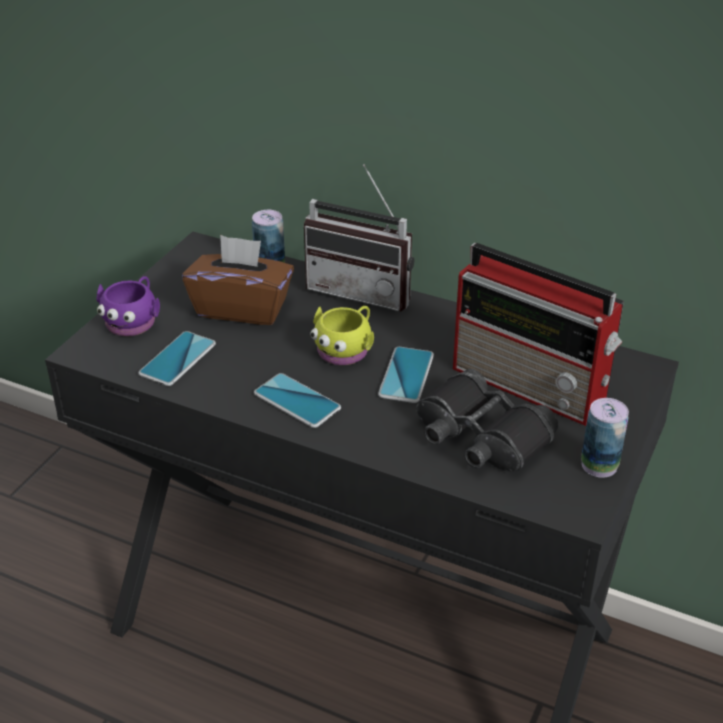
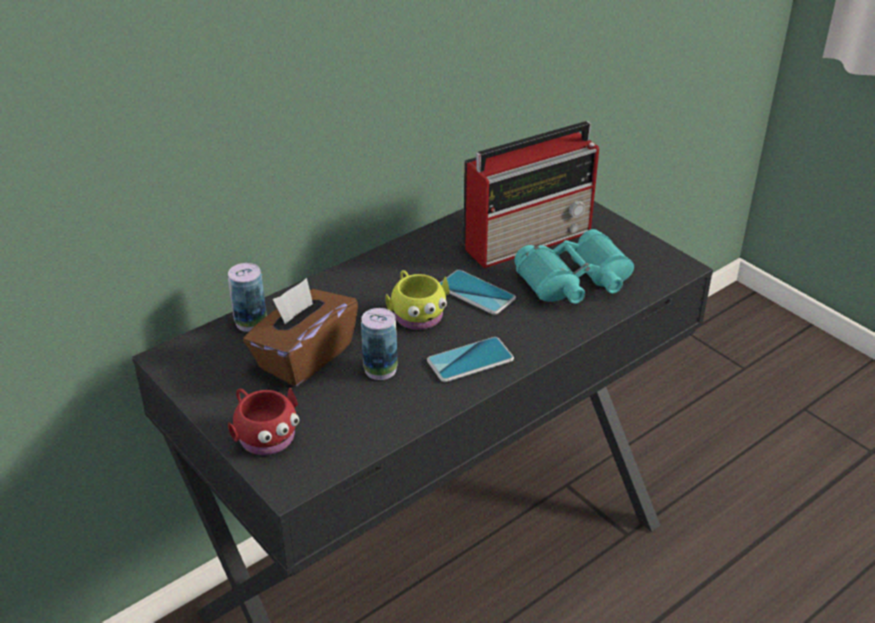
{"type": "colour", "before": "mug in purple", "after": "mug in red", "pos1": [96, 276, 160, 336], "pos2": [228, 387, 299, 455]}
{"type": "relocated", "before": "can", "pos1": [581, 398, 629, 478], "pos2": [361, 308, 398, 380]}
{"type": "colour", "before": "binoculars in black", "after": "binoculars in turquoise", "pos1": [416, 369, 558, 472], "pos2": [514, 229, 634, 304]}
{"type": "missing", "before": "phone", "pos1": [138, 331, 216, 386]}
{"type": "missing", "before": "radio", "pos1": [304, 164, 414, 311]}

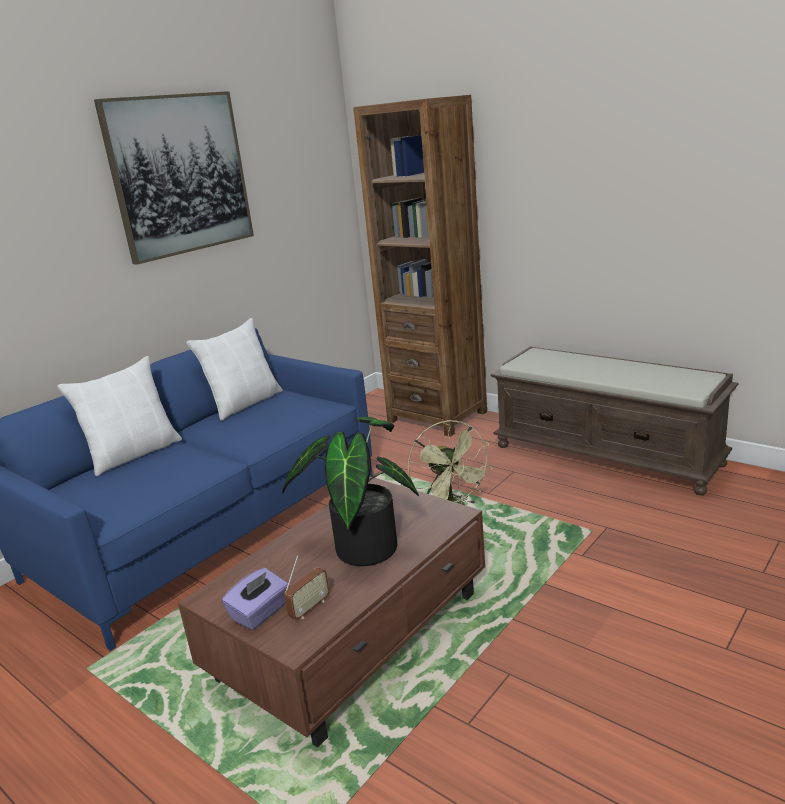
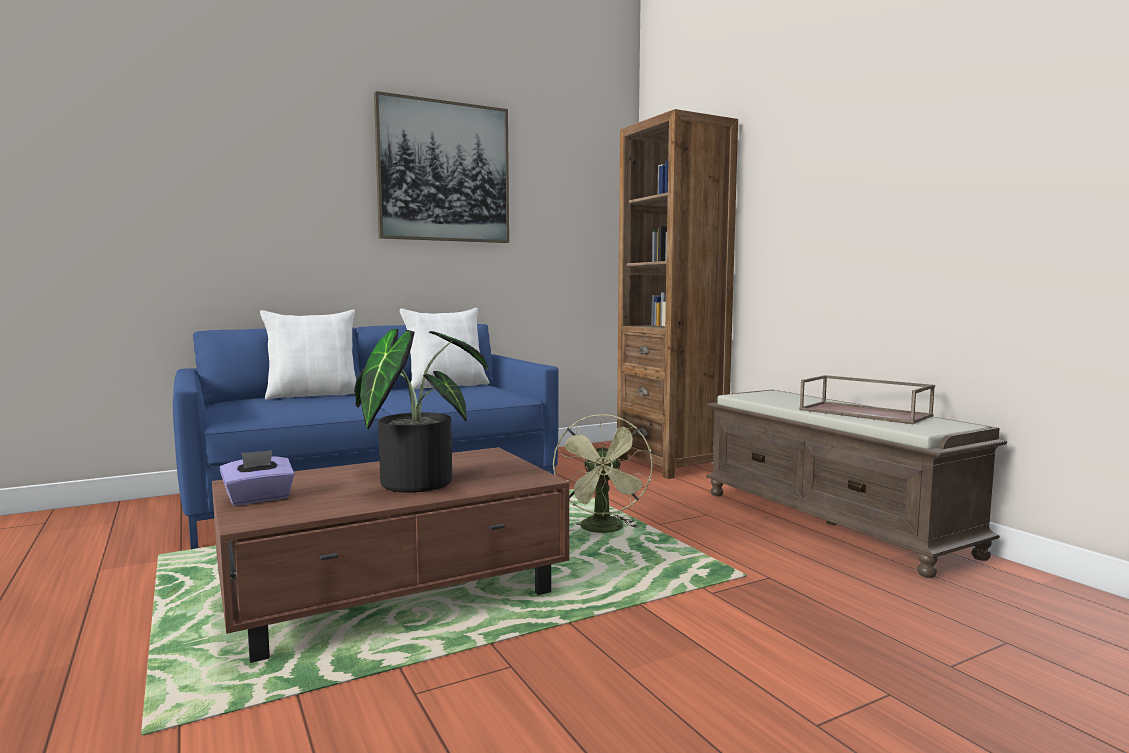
{"type": "appeared", "after": "tray in brown", "pos2": [799, 375, 935, 424]}
{"type": "missing", "before": "radio", "pos1": [284, 555, 329, 619]}

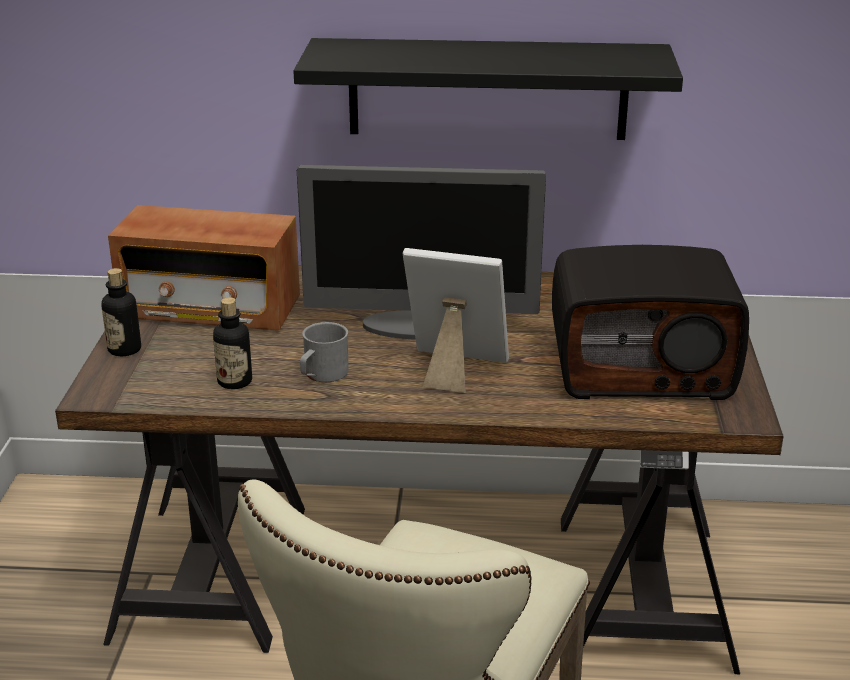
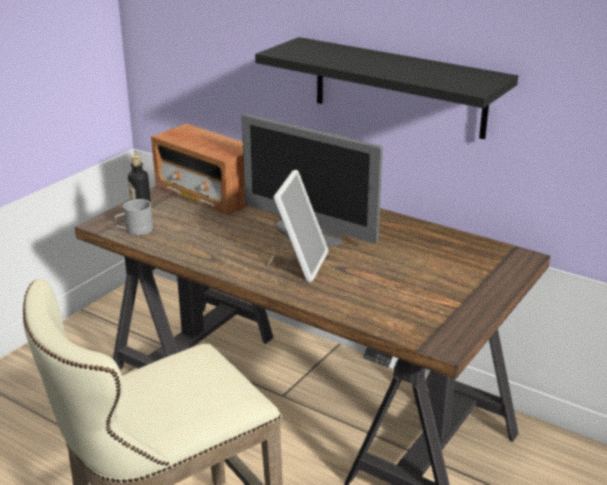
{"type": "relocated", "before": "mug in grey", "pos1": [300, 322, 349, 382], "pos2": [114, 199, 153, 236]}
{"type": "spun", "before": "picture frame", "pos1": [403, 248, 509, 393], "pos2": [266, 170, 328, 282], "turn": 60}
{"type": "missing", "before": "bottle", "pos1": [213, 297, 252, 389]}
{"type": "missing", "before": "radio", "pos1": [552, 245, 749, 400]}

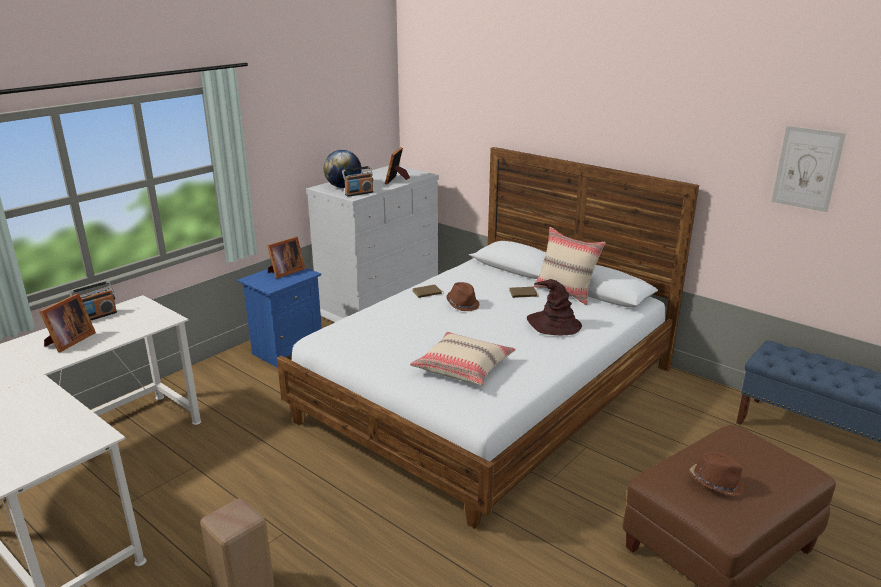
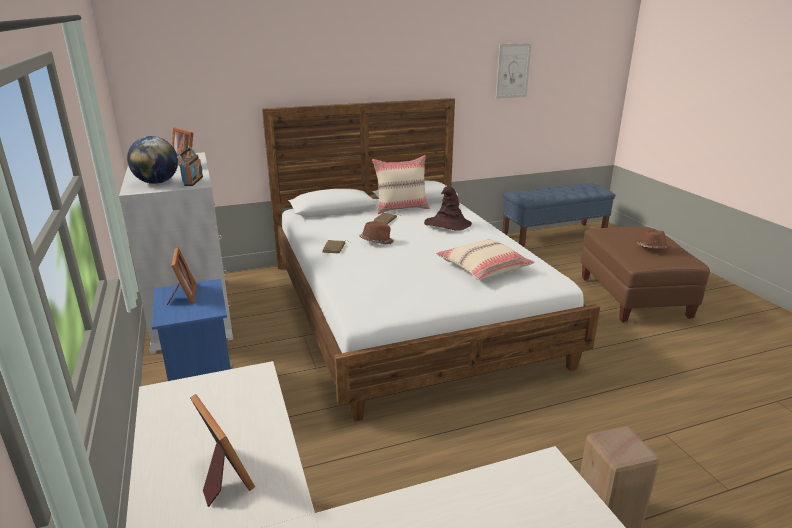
{"type": "missing", "before": "radio", "pos1": [69, 281, 117, 320]}

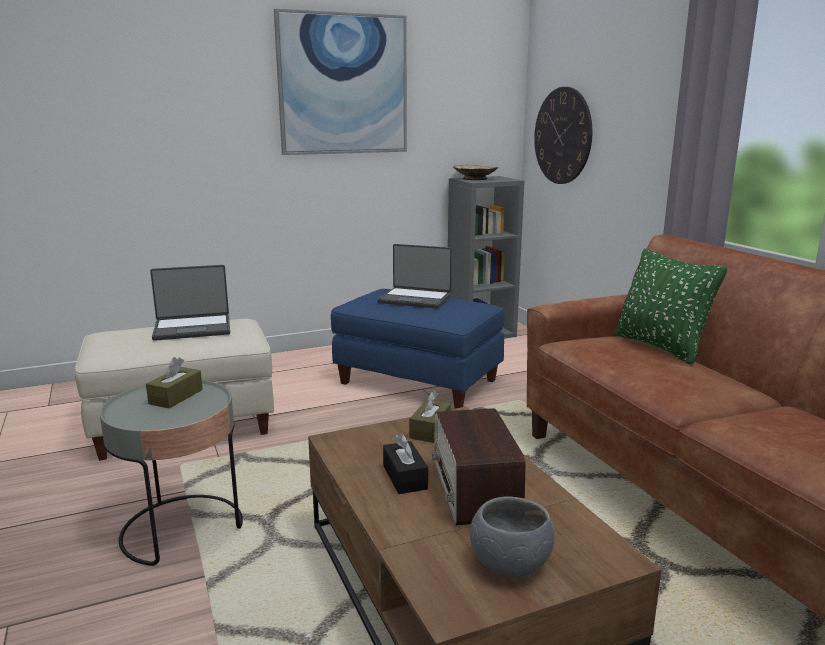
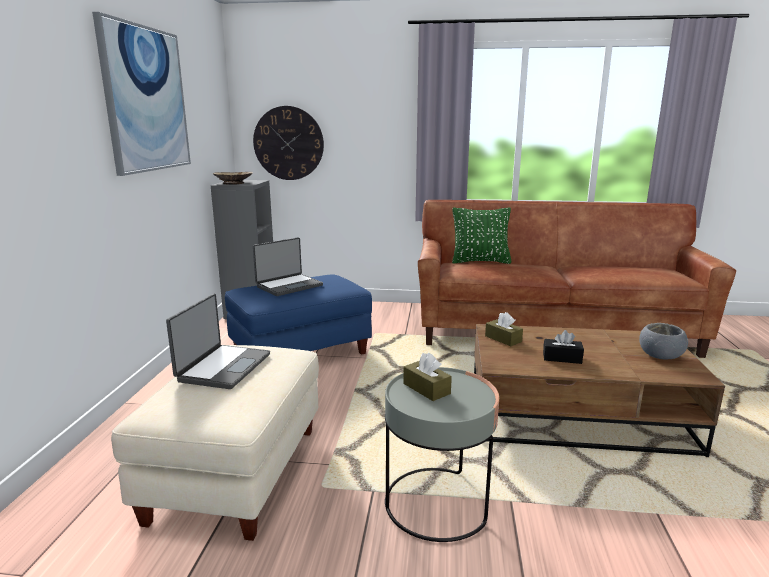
{"type": "missing", "before": "radio", "pos1": [431, 408, 525, 525]}

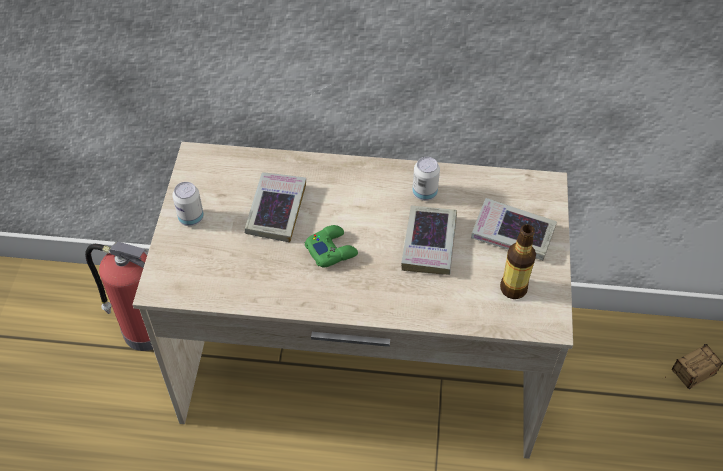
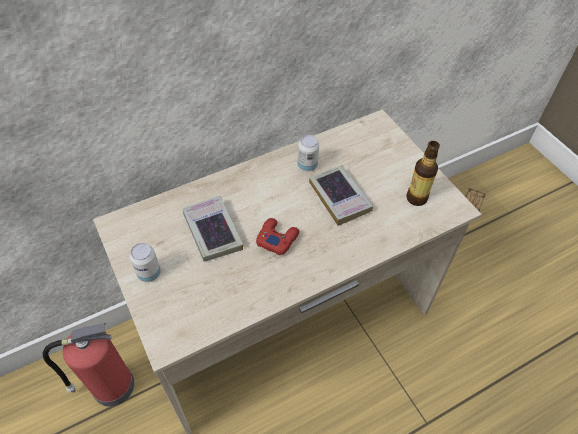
{"type": "colour", "before": "game controller in green", "after": "game controller in red", "pos1": [305, 225, 358, 267], "pos2": [256, 218, 299, 255]}
{"type": "missing", "before": "book", "pos1": [471, 198, 557, 260]}

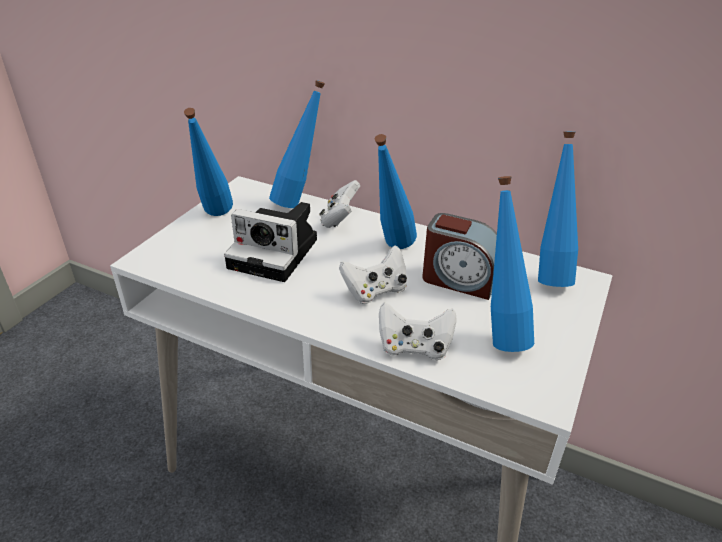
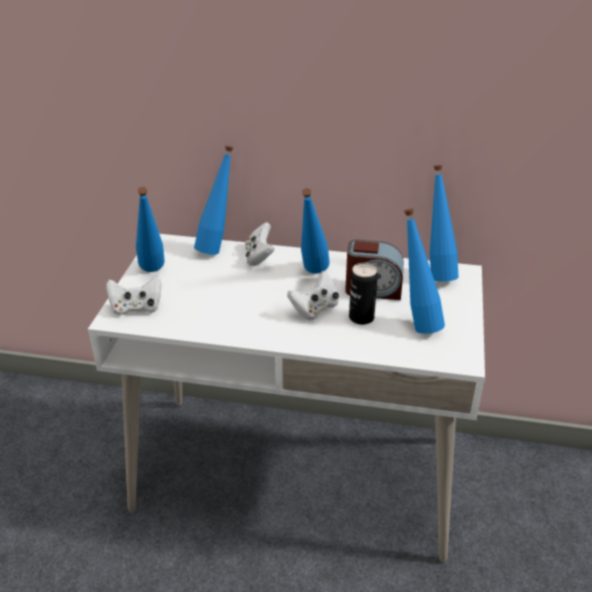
{"type": "relocated", "before": "game controller in white", "pos1": [379, 302, 457, 360], "pos2": [106, 275, 162, 315]}
{"type": "appeared", "after": "can", "pos2": [349, 263, 378, 325]}
{"type": "missing", "before": "photo camera", "pos1": [224, 202, 317, 282]}

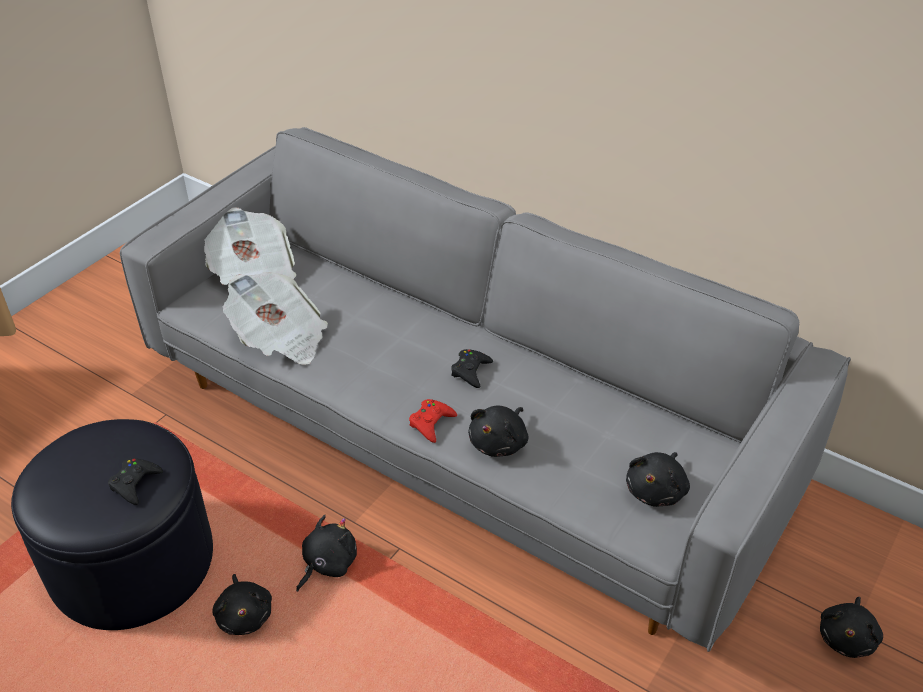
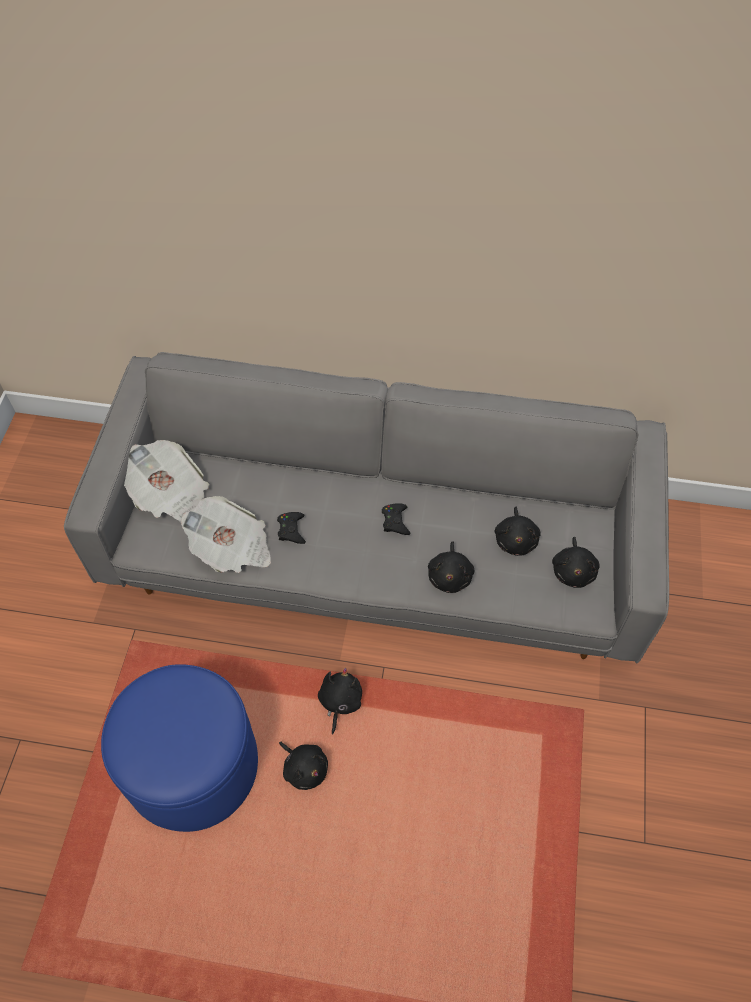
{"type": "colour", "before": "ottoman in black", "after": "ottoman in blue", "pos1": [11, 419, 213, 630], "pos2": [101, 664, 258, 832]}
{"type": "relocated", "before": "game controller in black", "pos1": [108, 458, 163, 505], "pos2": [277, 512, 306, 544]}
{"type": "relocated", "before": "plush toy in black", "pos1": [820, 597, 883, 658], "pos2": [495, 507, 541, 556]}
{"type": "missing", "before": "game controller in red", "pos1": [409, 399, 457, 443]}

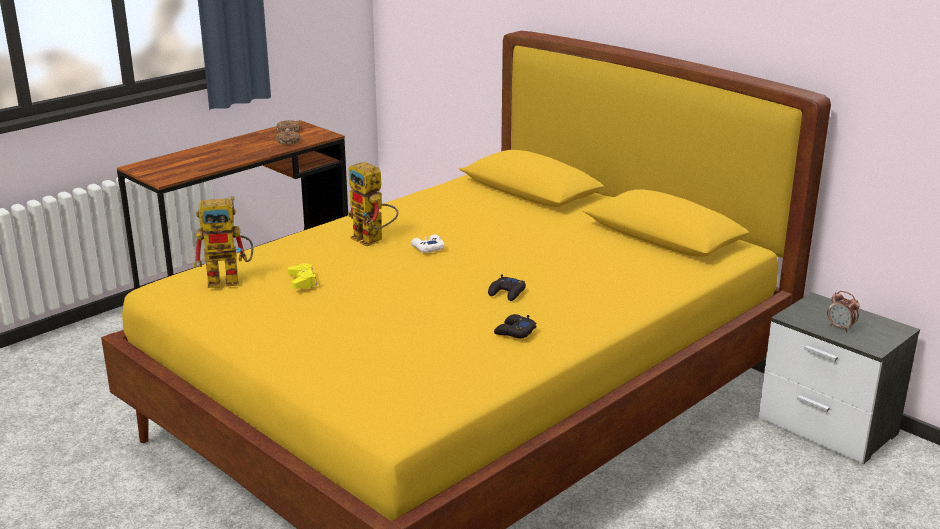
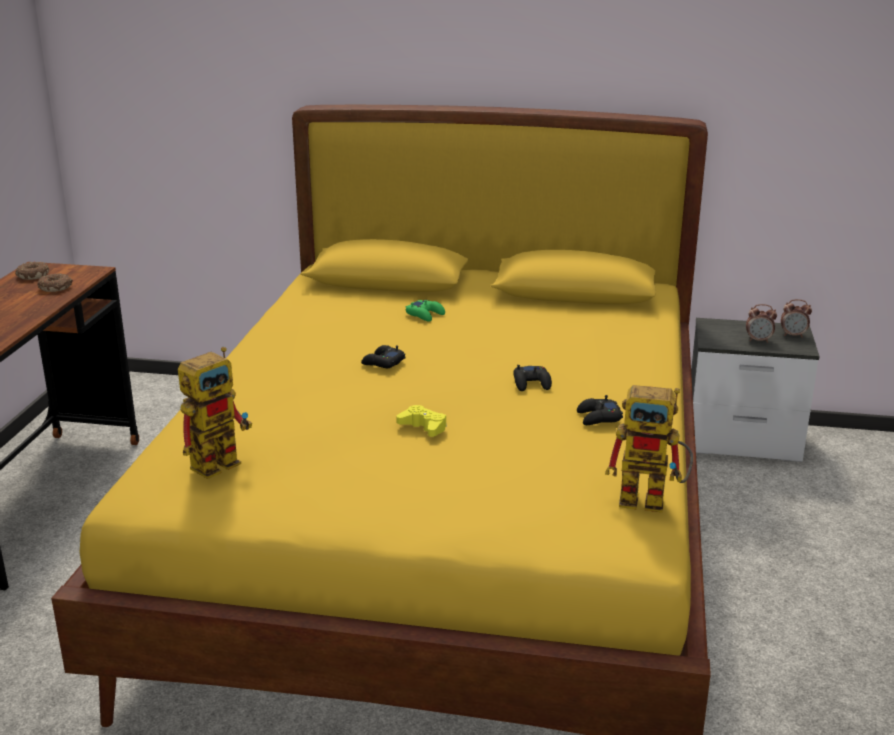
{"type": "colour", "before": "game controller in white", "after": "game controller in black", "pos1": [411, 234, 445, 253], "pos2": [361, 345, 406, 368]}
{"type": "relocated", "before": "game controller in yellow", "pos1": [288, 263, 317, 289], "pos2": [396, 405, 447, 437]}
{"type": "appeared", "after": "game controller in green", "pos2": [405, 300, 445, 322]}
{"type": "relocated", "before": "toy robot", "pos1": [348, 162, 399, 246], "pos2": [605, 385, 693, 513]}
{"type": "appeared", "after": "alarm clock", "pos2": [781, 299, 812, 338]}

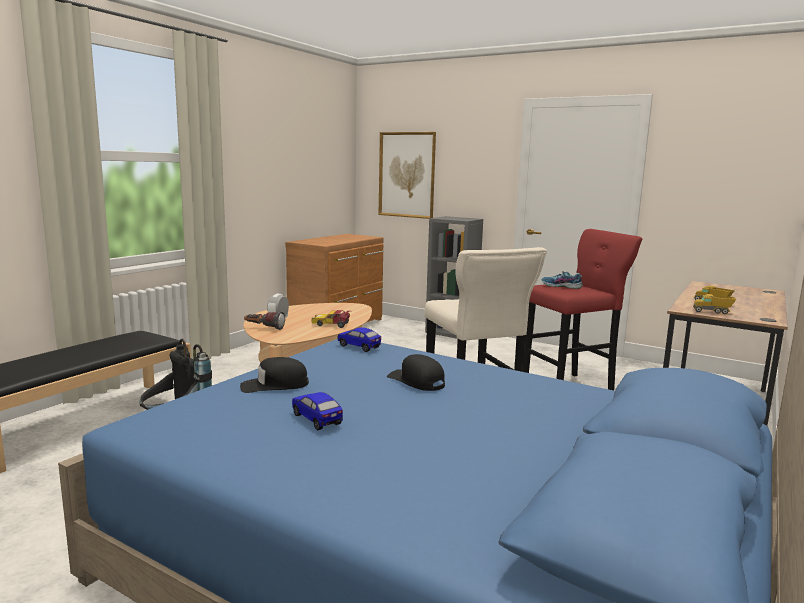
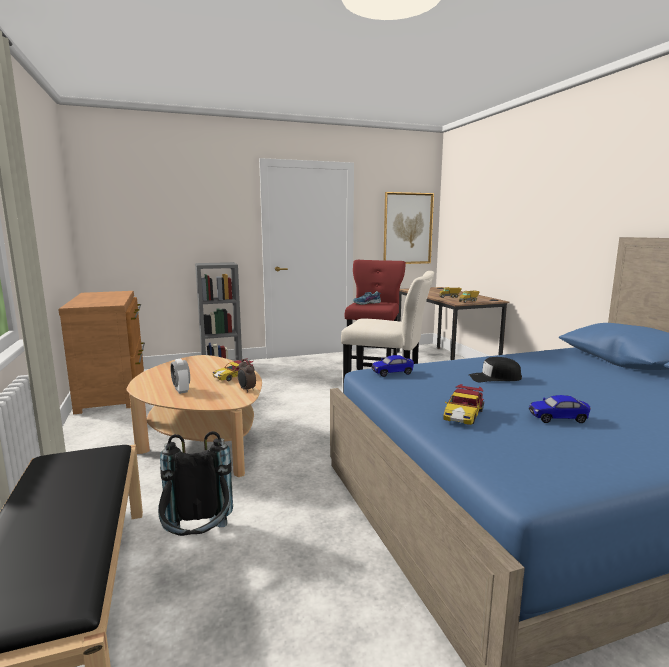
{"type": "appeared", "after": "alarm clock", "pos2": [238, 359, 256, 392]}
{"type": "relocated", "before": "picture", "pos1": [379, 132, 436, 219], "pos2": [383, 192, 434, 264]}
{"type": "exchanged", "before": "cap in black", "after": "toy car", "pos1": [240, 357, 309, 393], "pos2": [443, 384, 484, 425]}
{"type": "missing", "before": "flashlight", "pos1": [244, 311, 285, 330]}

